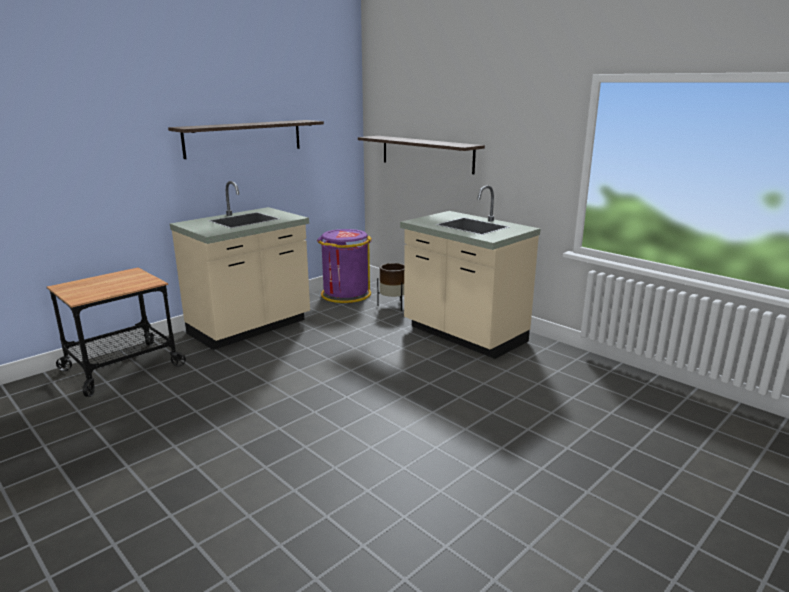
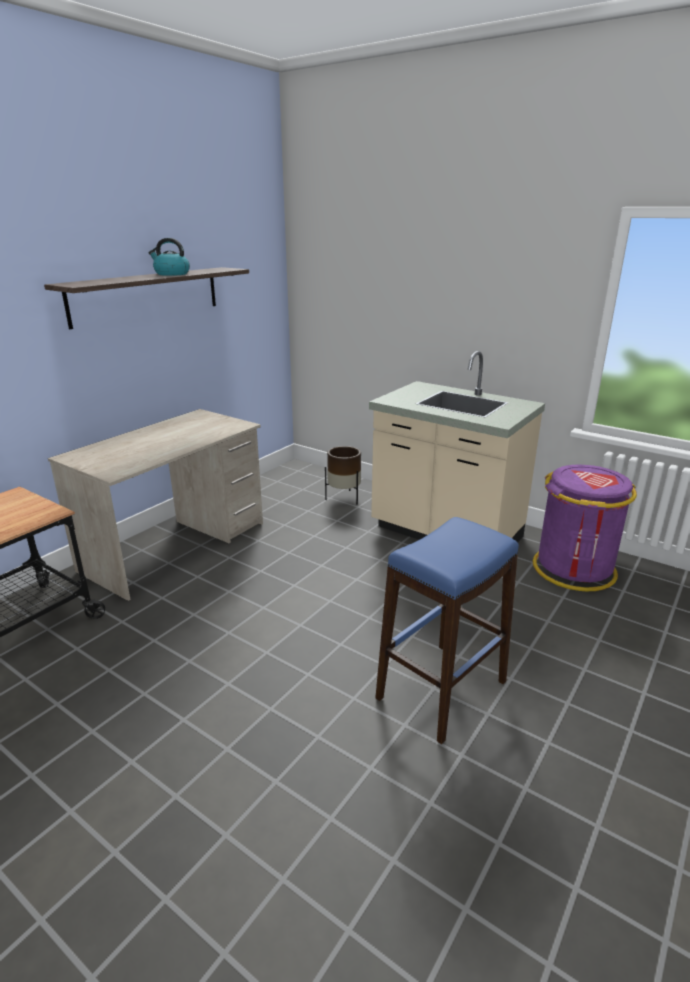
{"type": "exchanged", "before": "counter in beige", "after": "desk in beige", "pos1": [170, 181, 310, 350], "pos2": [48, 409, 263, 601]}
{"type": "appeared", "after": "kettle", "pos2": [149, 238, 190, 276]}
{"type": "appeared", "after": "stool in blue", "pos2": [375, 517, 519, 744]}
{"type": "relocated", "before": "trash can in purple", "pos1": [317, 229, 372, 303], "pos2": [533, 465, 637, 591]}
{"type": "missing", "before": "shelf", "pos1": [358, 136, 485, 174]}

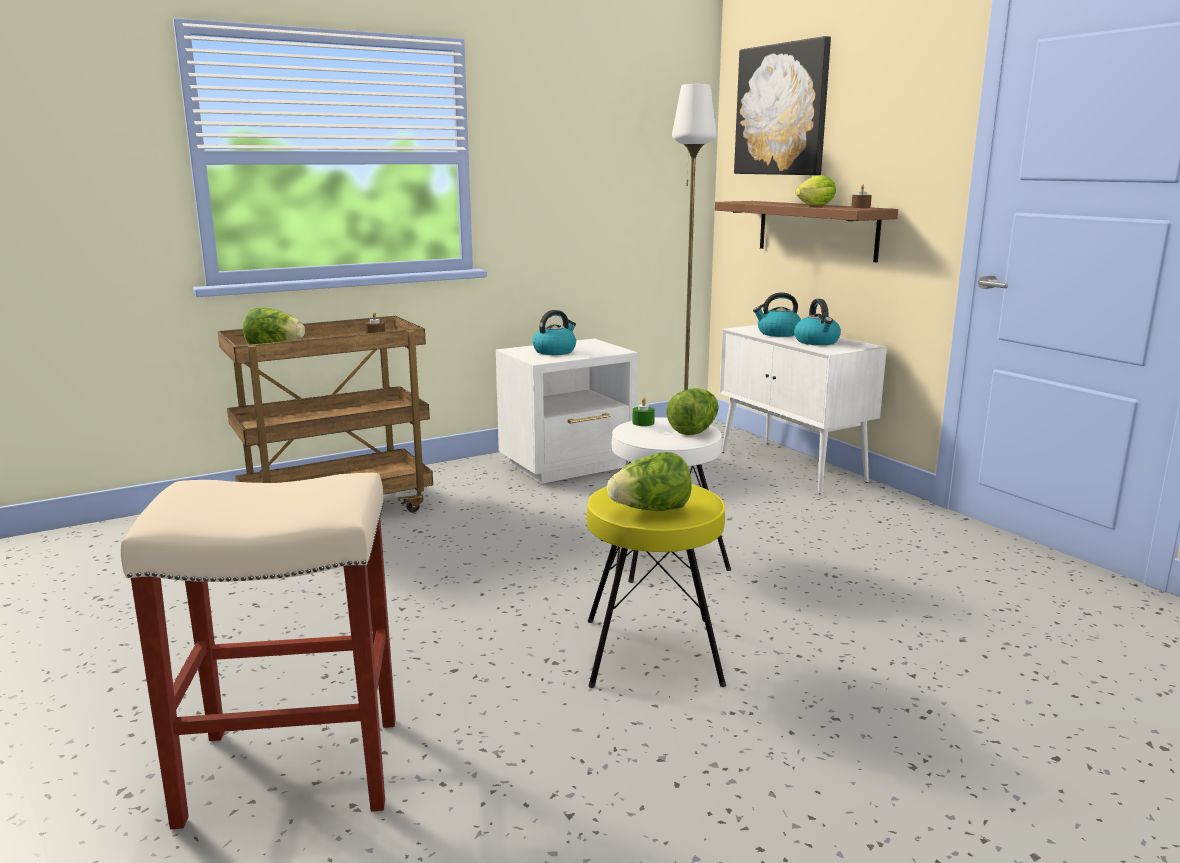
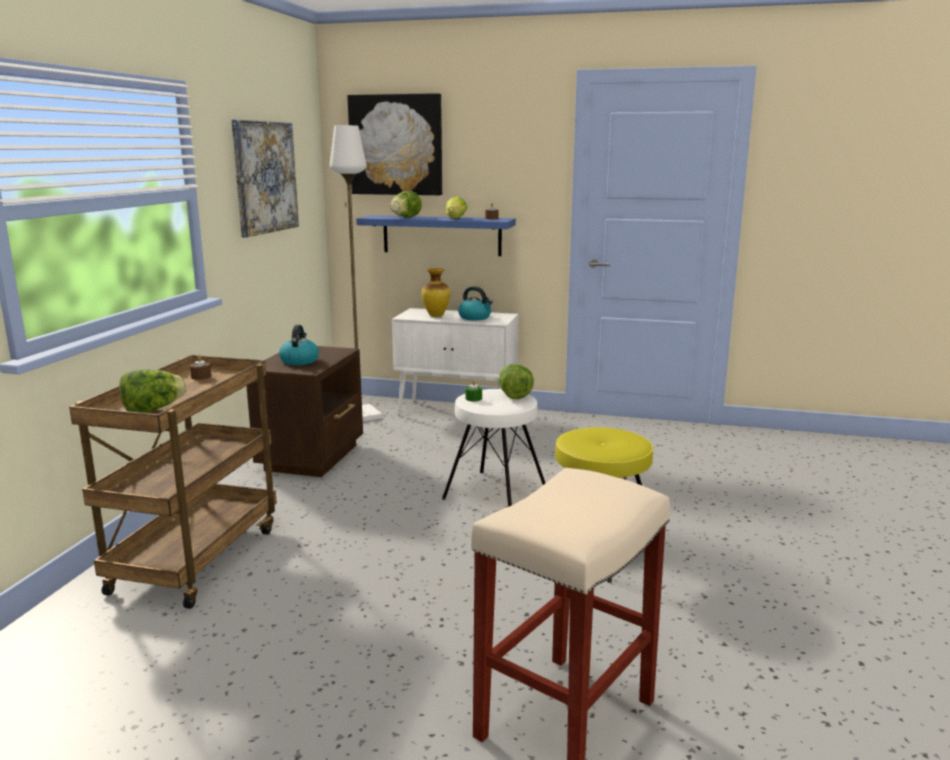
{"type": "appeared", "after": "picture", "pos2": [232, 120, 299, 237]}
{"type": "colour", "before": "nightstand in white", "after": "nightstand in brown", "pos1": [496, 339, 638, 484], "pos2": [247, 346, 363, 477]}
{"type": "colour", "before": "shelf in brown", "after": "shelf in blue", "pos1": [715, 201, 898, 263], "pos2": [356, 215, 516, 256]}
{"type": "relocated", "before": "lettuce", "pos1": [607, 452, 692, 511], "pos2": [390, 191, 422, 217]}
{"type": "exchanged", "before": "kettle", "after": "vase", "pos1": [753, 292, 801, 337], "pos2": [422, 268, 450, 317]}

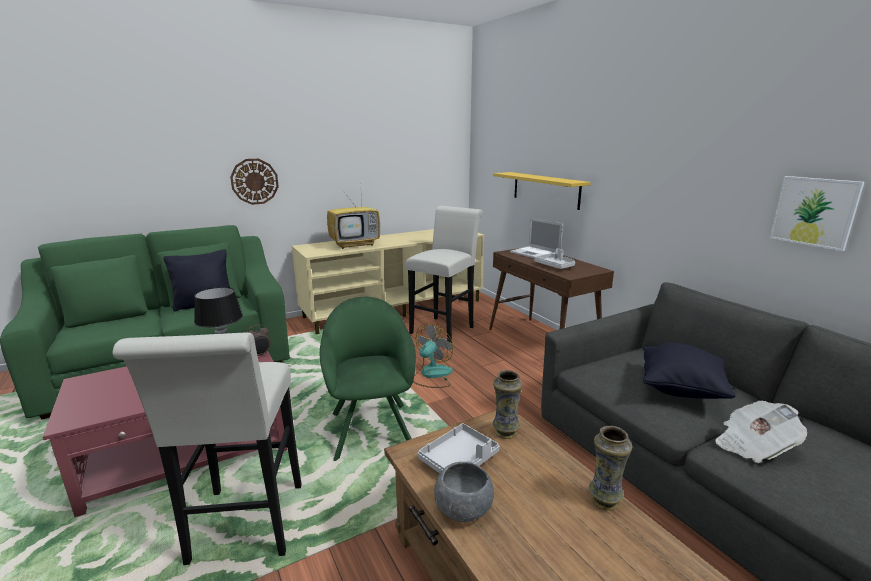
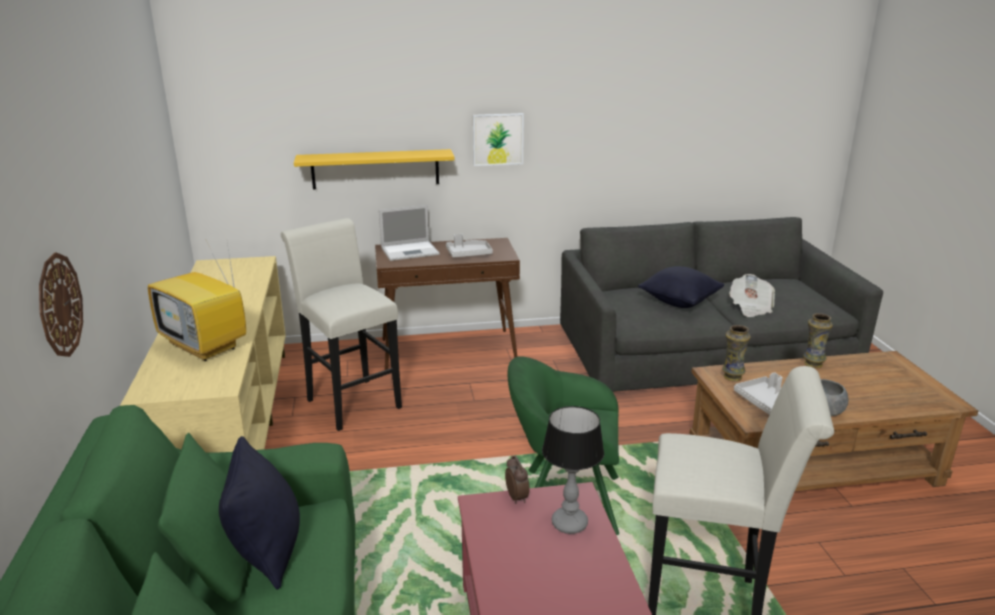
{"type": "spun", "before": "television", "pos1": [327, 181, 380, 249], "pos2": [148, 243, 246, 361], "turn": 135}
{"type": "relocated", "before": "picture", "pos1": [770, 176, 864, 251], "pos2": [473, 113, 524, 166]}
{"type": "missing", "before": "fan", "pos1": [413, 324, 453, 388]}

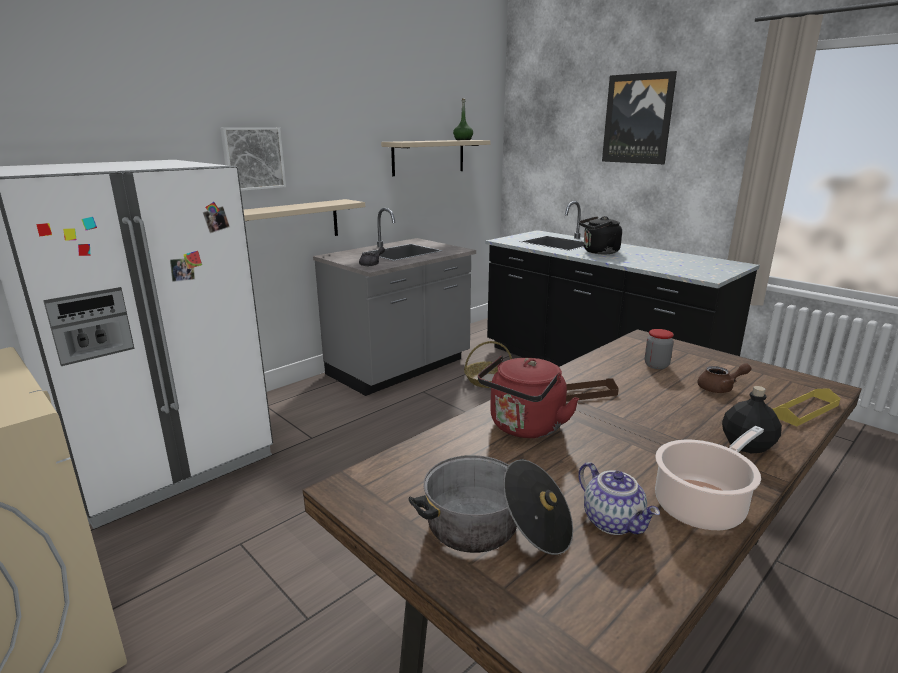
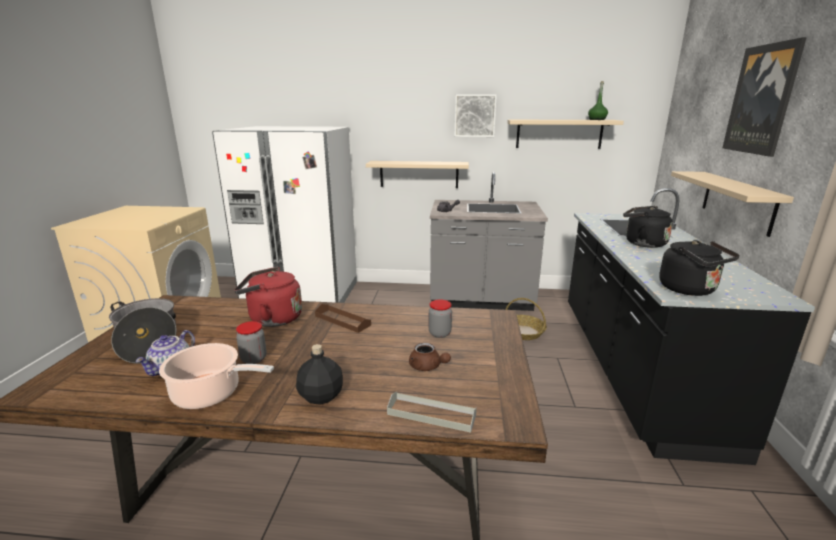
{"type": "appeared", "after": "jar", "pos2": [236, 321, 267, 364]}
{"type": "colour", "before": "tray in yellow", "after": "tray in grey", "pos1": [772, 388, 841, 426], "pos2": [387, 392, 477, 433]}
{"type": "relocated", "before": "picture", "pos1": [220, 127, 286, 191], "pos2": [454, 95, 497, 137]}
{"type": "appeared", "after": "kettle in black", "pos2": [659, 240, 740, 296]}
{"type": "appeared", "after": "shelf in beige", "pos2": [671, 171, 794, 237]}

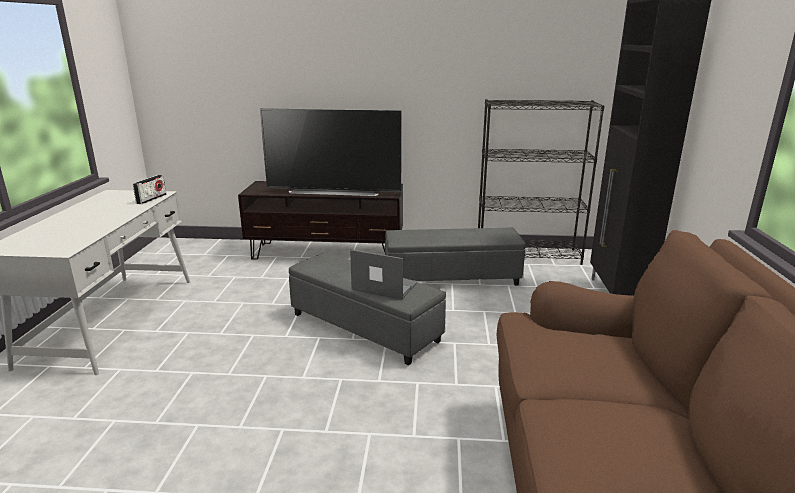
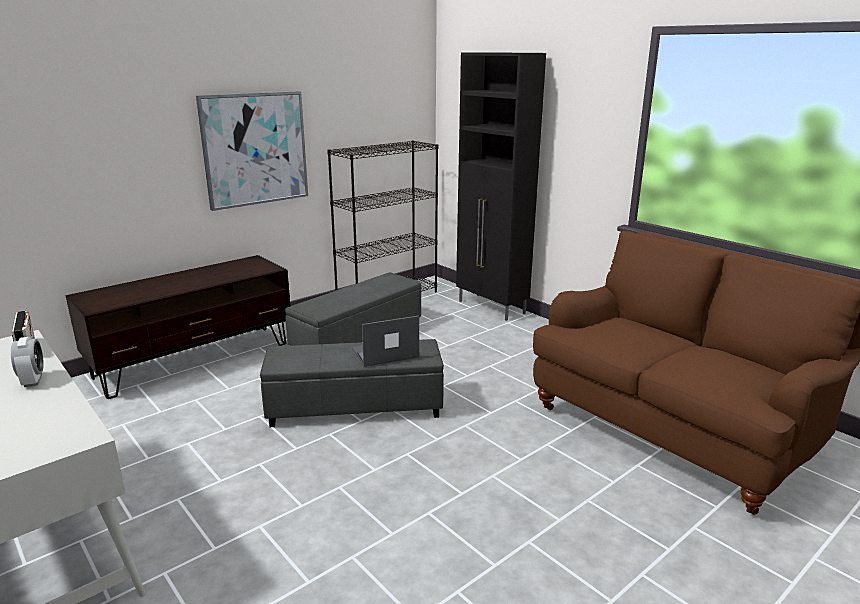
{"type": "appeared", "after": "alarm clock", "pos2": [11, 337, 44, 387]}
{"type": "appeared", "after": "picture", "pos2": [196, 91, 308, 211]}
{"type": "missing", "before": "television", "pos1": [260, 108, 402, 196]}

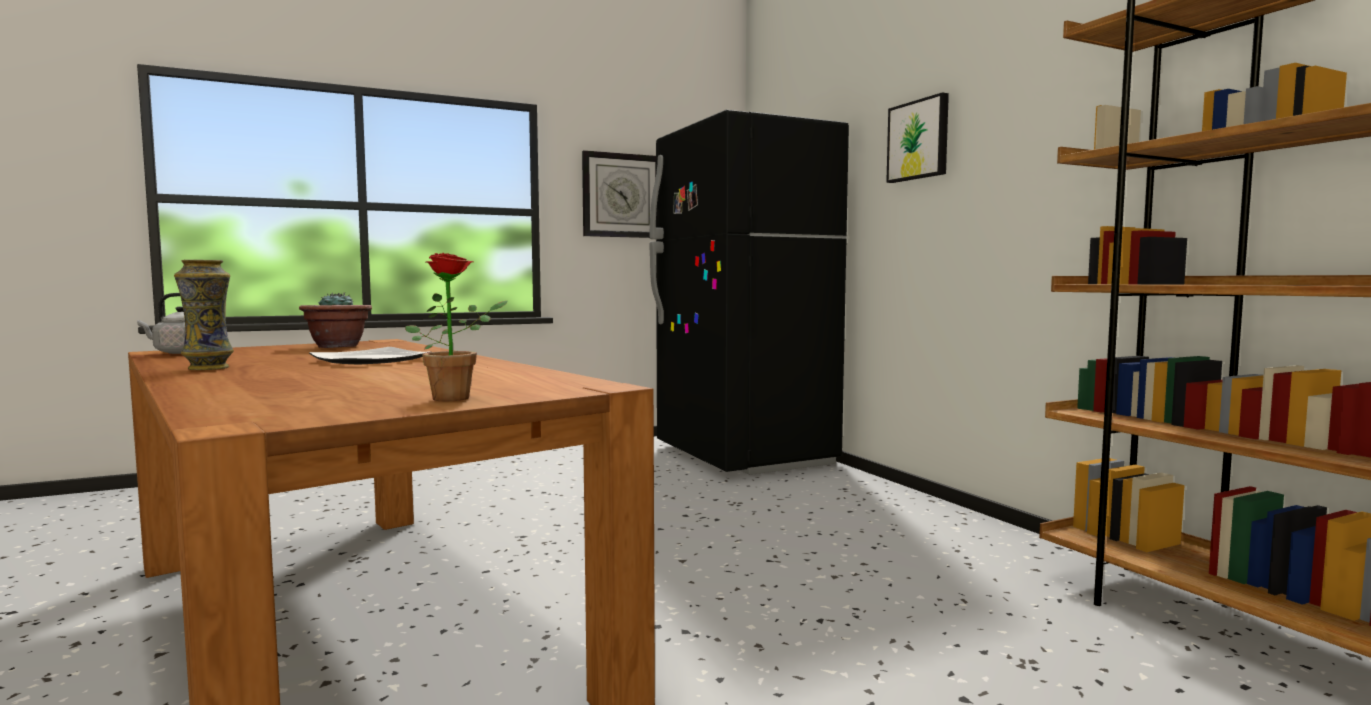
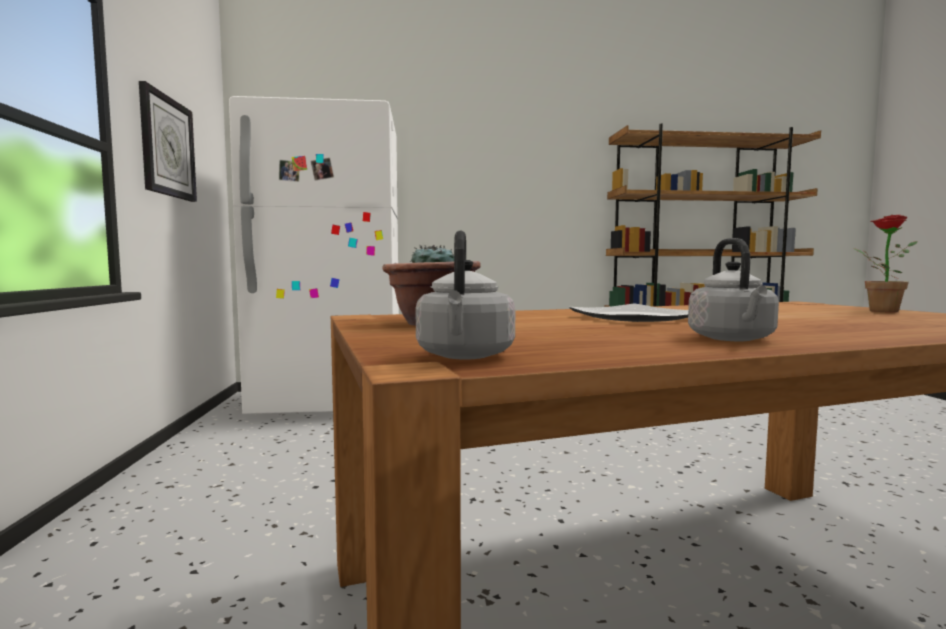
{"type": "colour", "before": "fridge in black", "after": "fridge in white", "pos1": [649, 109, 849, 475], "pos2": [229, 96, 399, 414]}
{"type": "exchanged", "before": "vase", "after": "kettle in grey", "pos1": [174, 260, 234, 370], "pos2": [688, 238, 779, 341]}
{"type": "missing", "before": "picture", "pos1": [886, 92, 949, 183]}

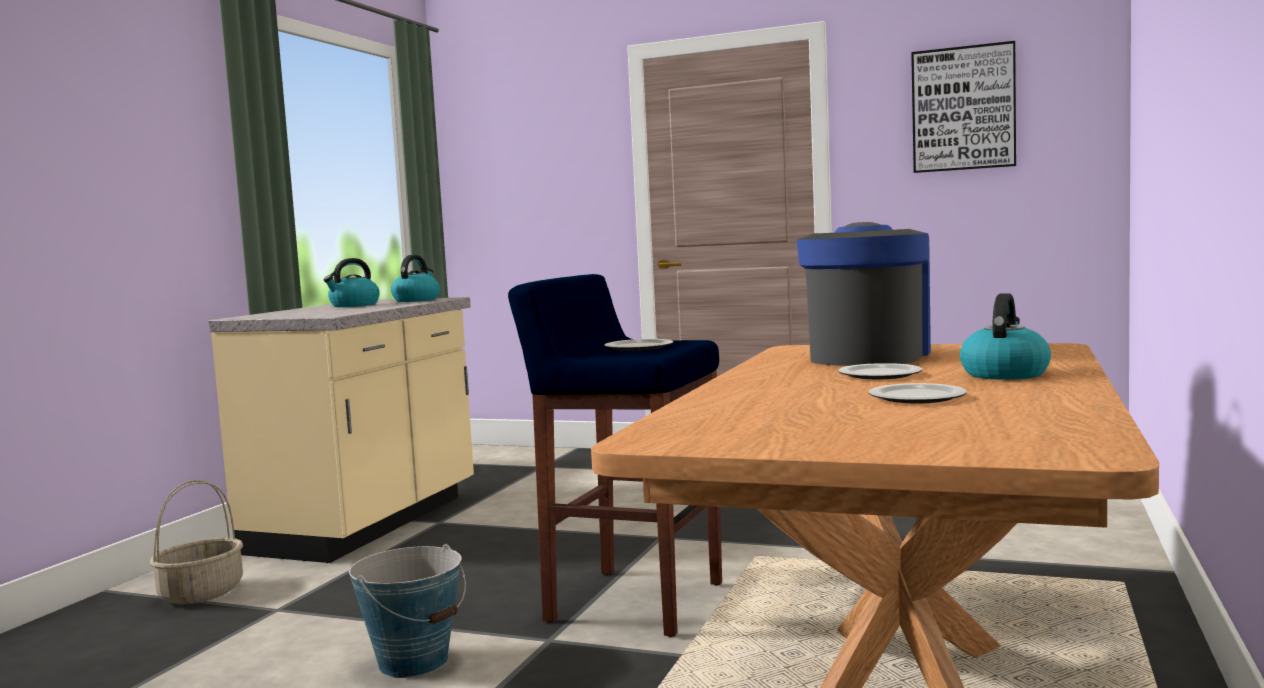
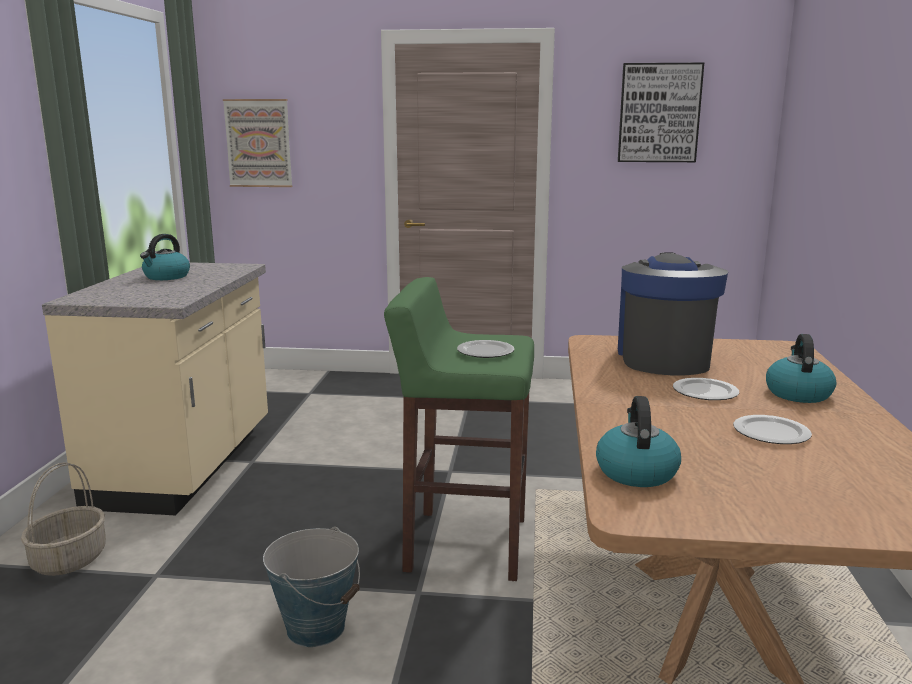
{"type": "appeared", "after": "picture", "pos2": [223, 99, 293, 187]}
{"type": "colour", "before": "stool in blue", "after": "stool in green", "pos1": [508, 274, 722, 637], "pos2": [384, 277, 534, 581]}
{"type": "relocated", "before": "kettle", "pos1": [391, 255, 440, 302], "pos2": [596, 396, 681, 487]}

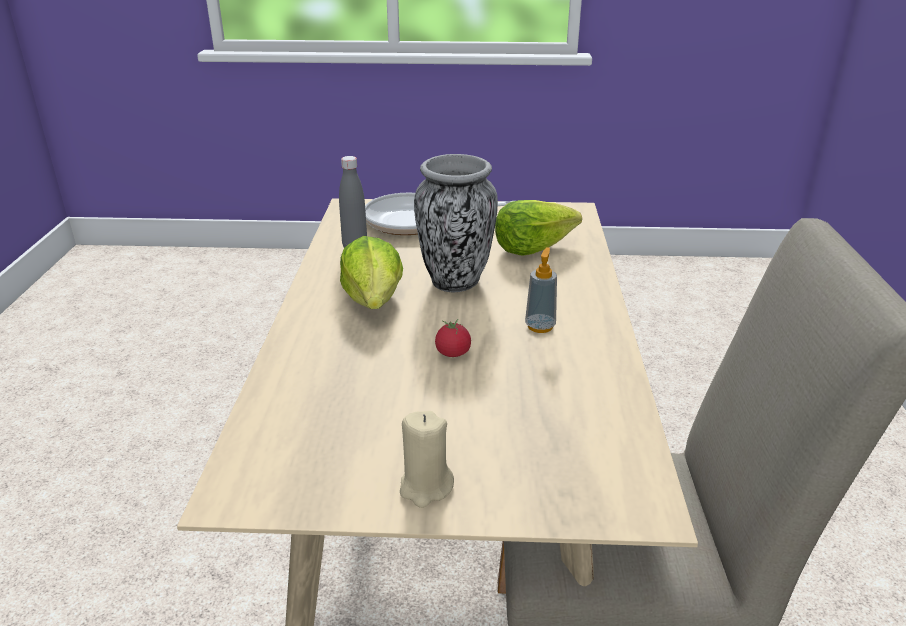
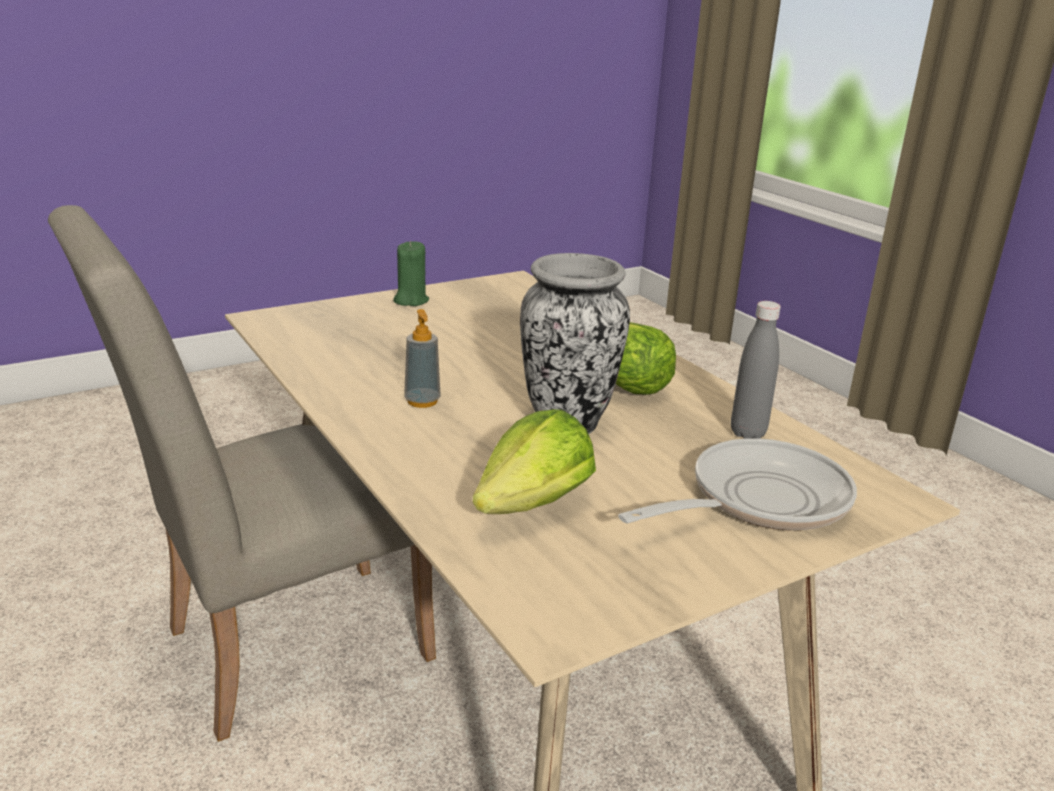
{"type": "colour", "before": "candle in beige", "after": "candle in green", "pos1": [400, 411, 454, 508], "pos2": [393, 241, 429, 306]}
{"type": "missing", "before": "tomato", "pos1": [435, 319, 471, 357]}

